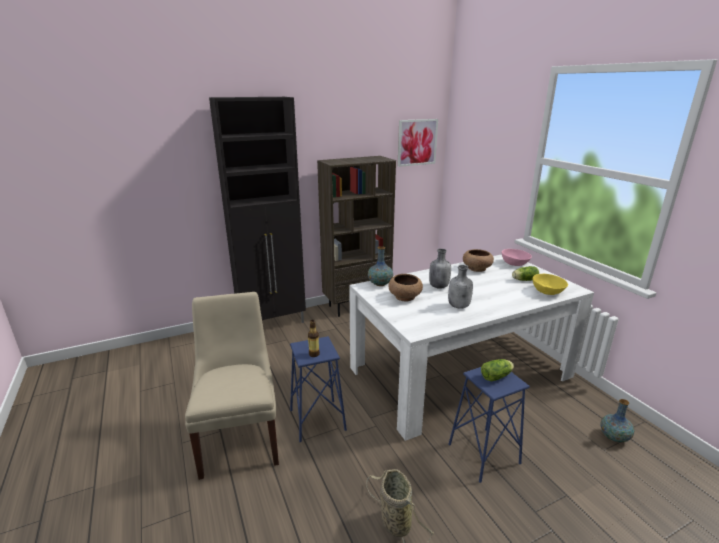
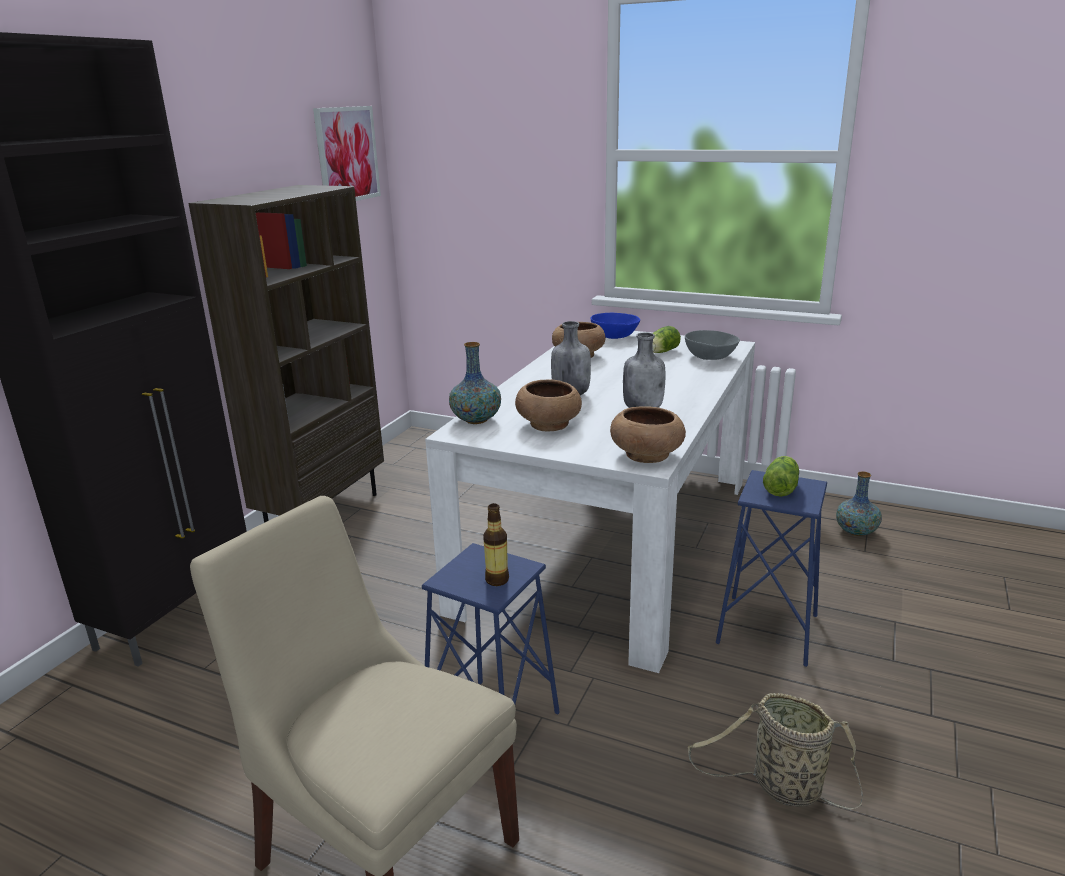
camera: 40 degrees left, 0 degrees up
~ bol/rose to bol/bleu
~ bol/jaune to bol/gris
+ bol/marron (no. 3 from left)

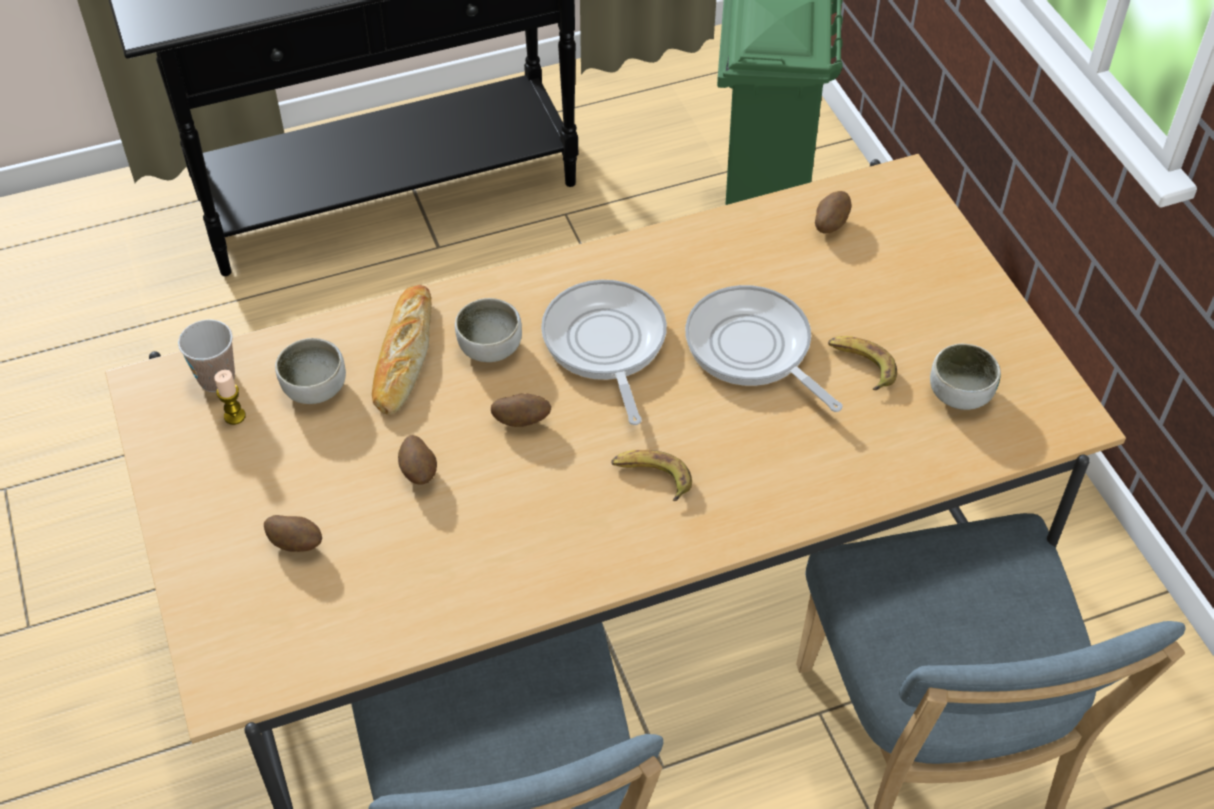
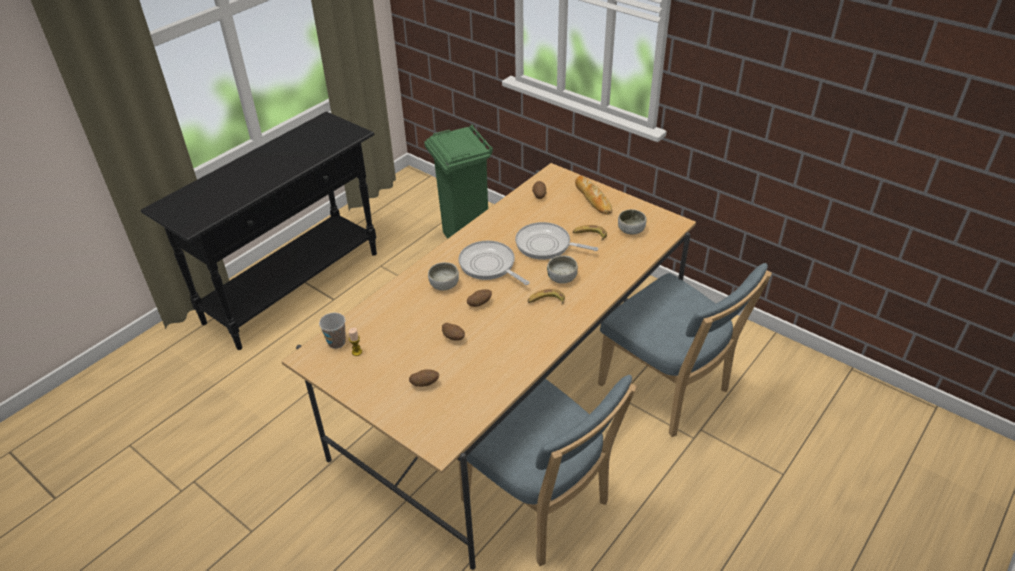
camera: 30 degrees left, 10 degrees down
~ pain
~ bol (no. 1 from left in the first image) to bol (no. 2 from left)

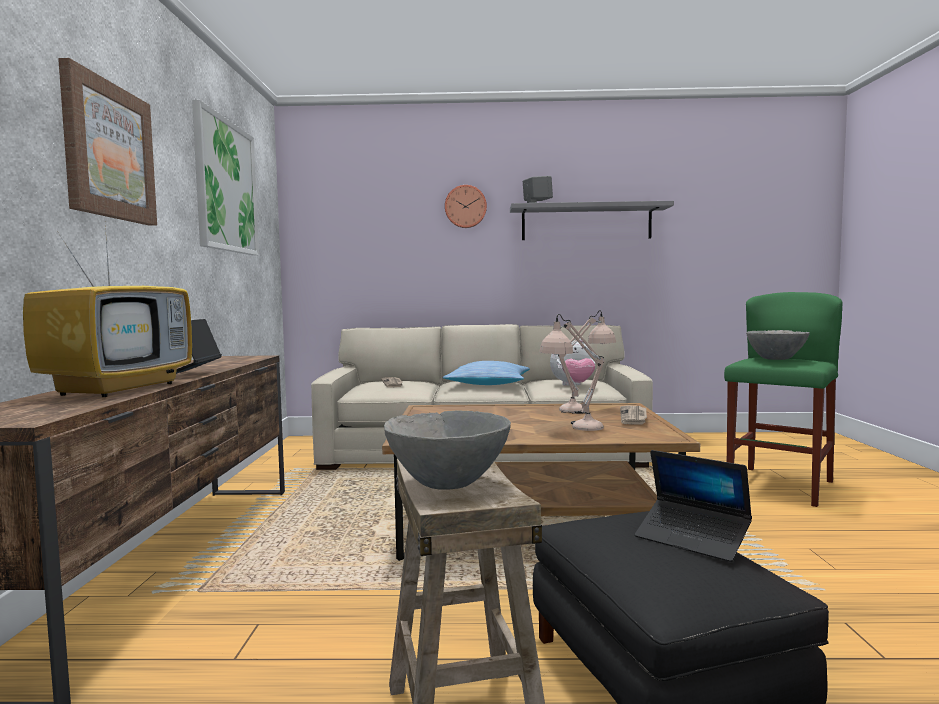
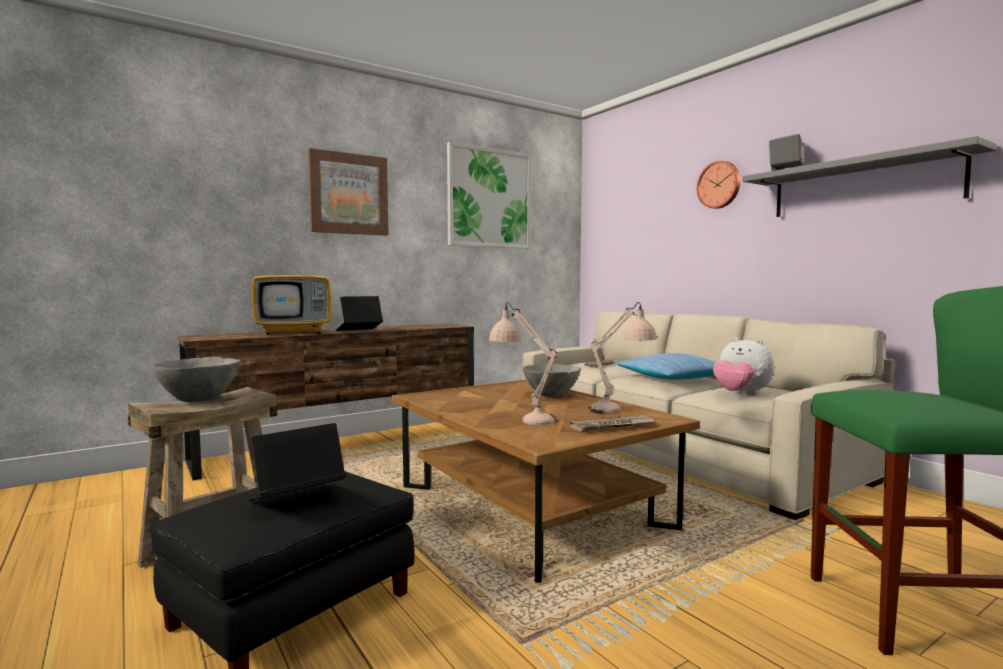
camera: 55 degrees right, 0 degrees up
~ bol/gris (no. 2 from left)
~ ordinateur portable (no. 2 from left in the first image) 45 degrees clockwise

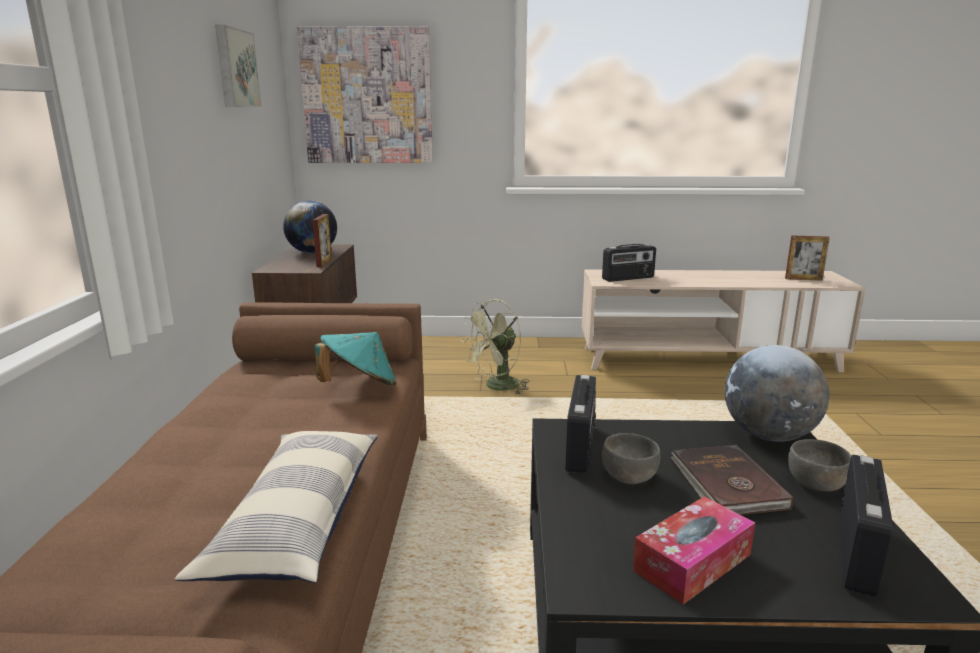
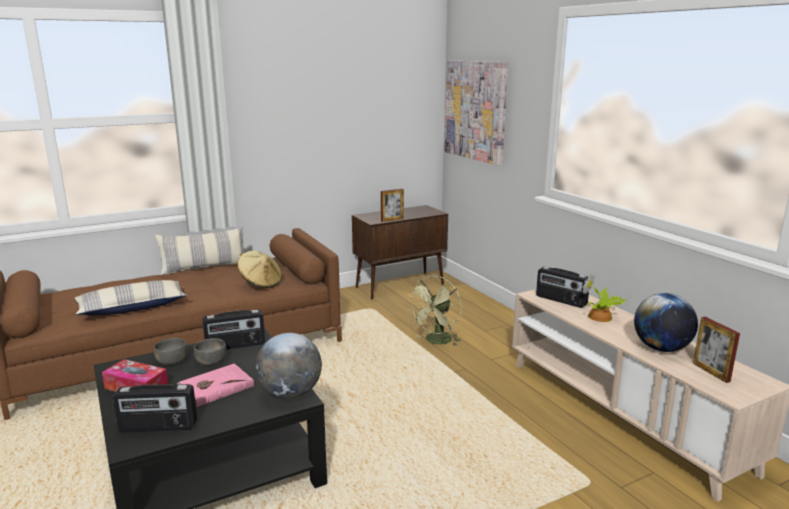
camera: 60 degrees right, 0 degrees up
- tableau (no. 1 from left)
~ globe (no. 1 from left in the first image) to globe (no. 2 from left)
~ ventilateur/vert 75 degrees counterclockwise
~ chapeau/turquoise to chapeau/beige
~ bol/gris (no. 2 from left in the first image) to bol/gris (no. 1 from left)
~ livre/marron to livre/rose
+ coussin (no. 2 from left)
+ plante en pot

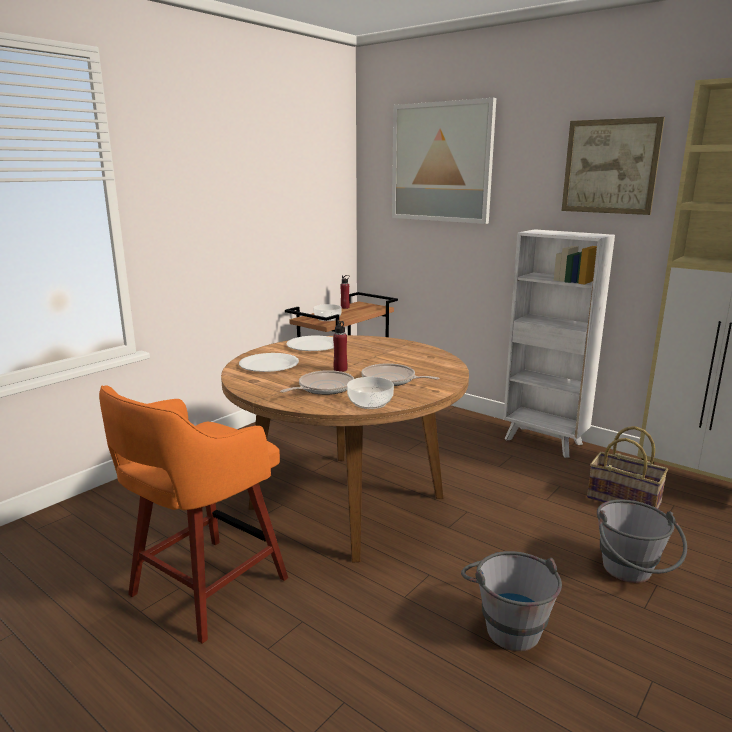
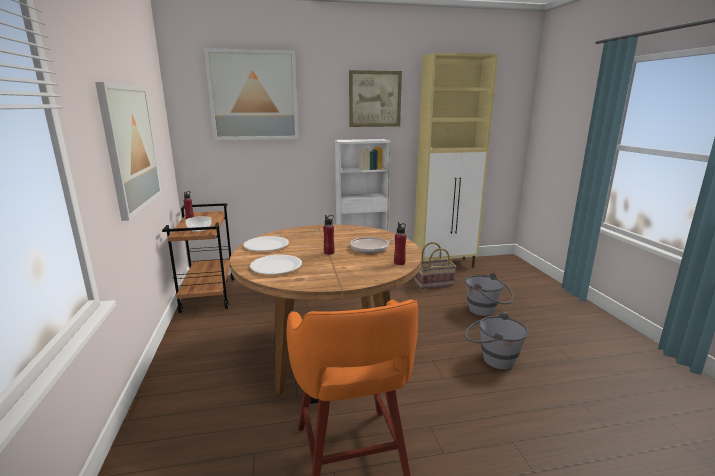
camera: 50 degrees left, 0 degrees up
- poêle (no. 1 from left)
~ bol (no. 2 from left) to bouteille/rouge (no. 3 from left)
+ tableau (no. 1 from left)

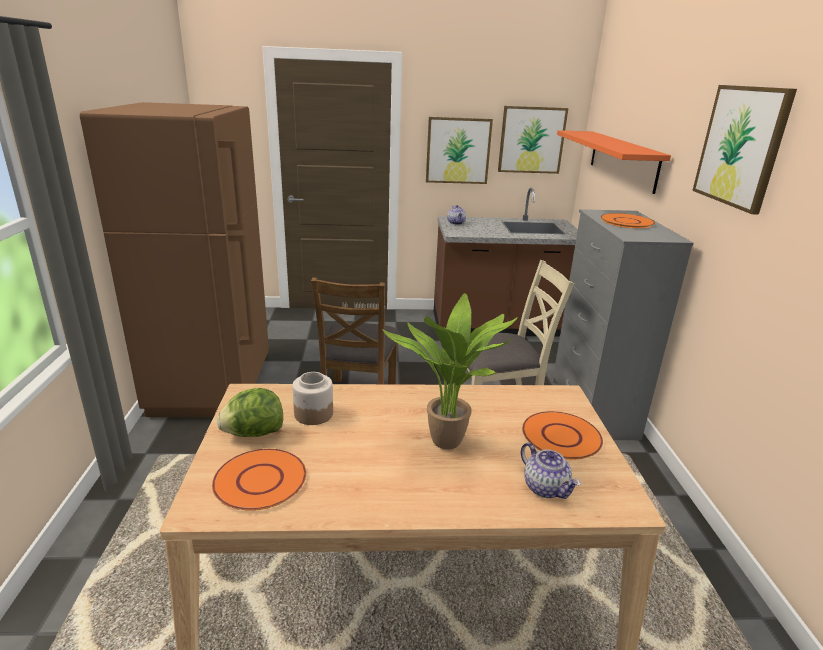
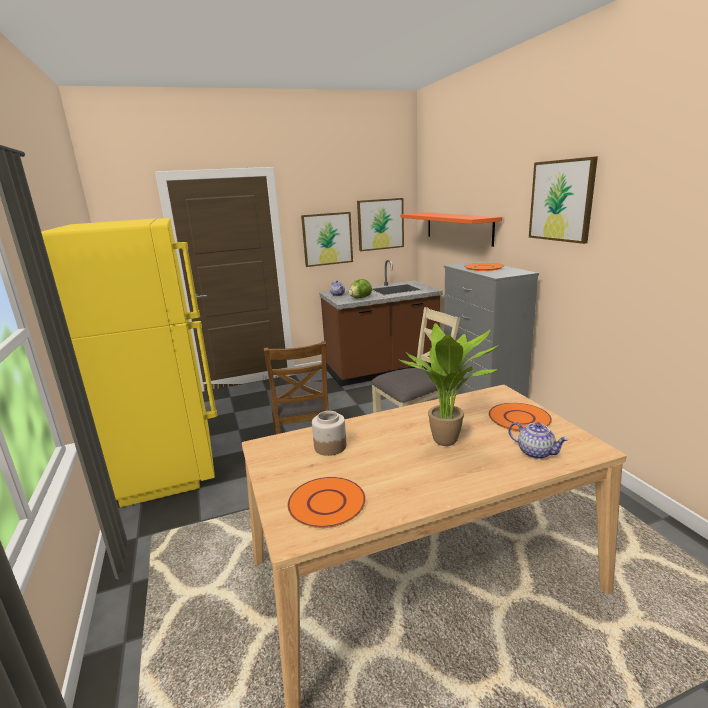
camera: 15 degrees left, 5 degrees down
~ réfrigérateur/marron to réfrigérateur/jaune
~ laitue

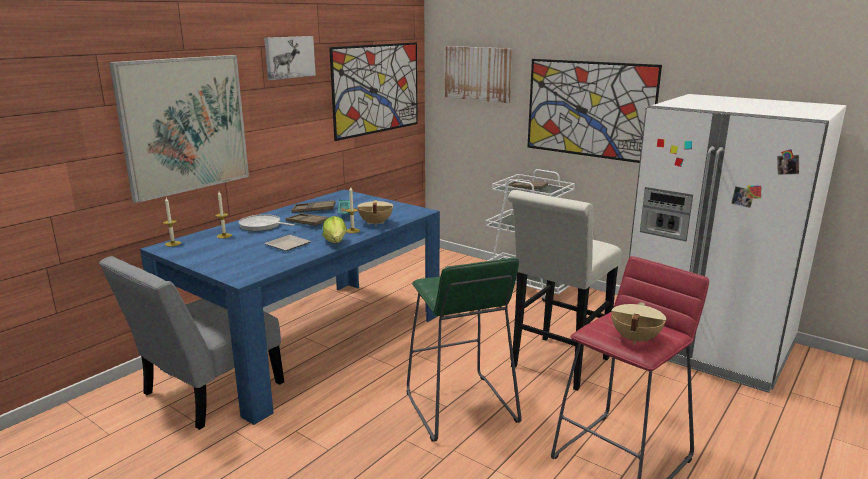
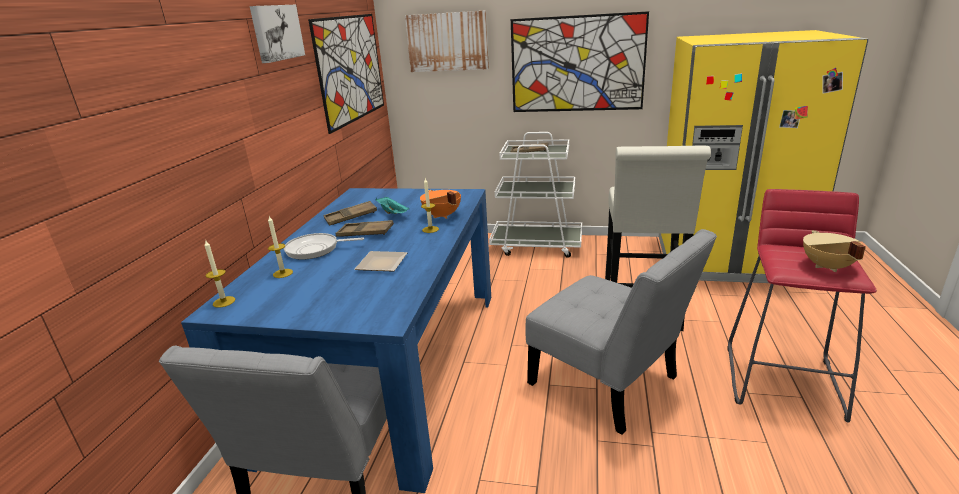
camera: 25 degrees left, 5 degrees up
- tableau (no. 1 from left)
~ réfrigérateur/blanc to réfrigérateur/jaune
~ marmite/beige (no. 1 from left) to marmite/orange
- laitue
~ tabouret/vert to chaise/gris (no. 2 from left)

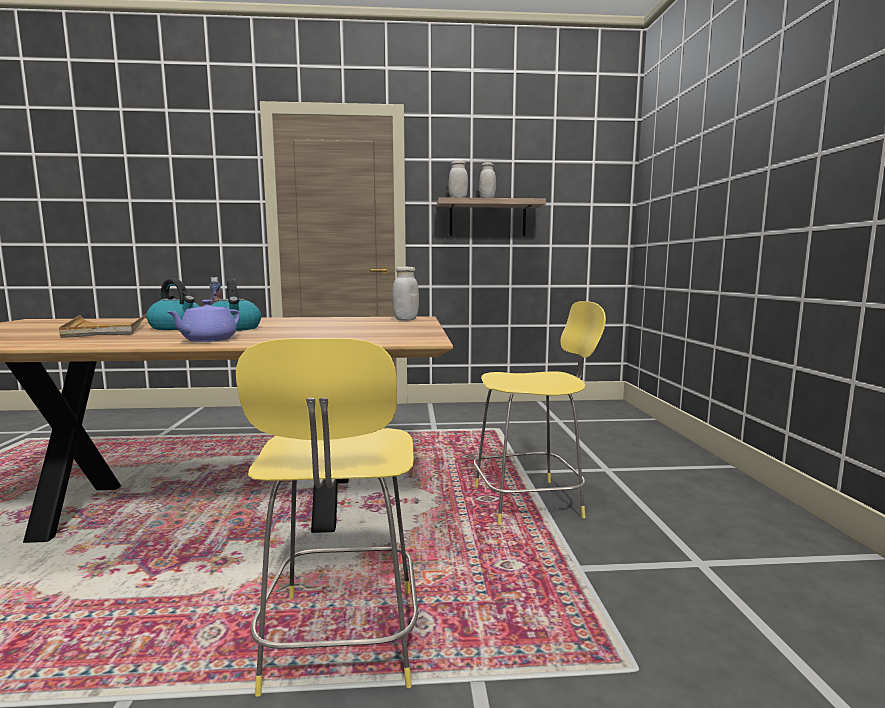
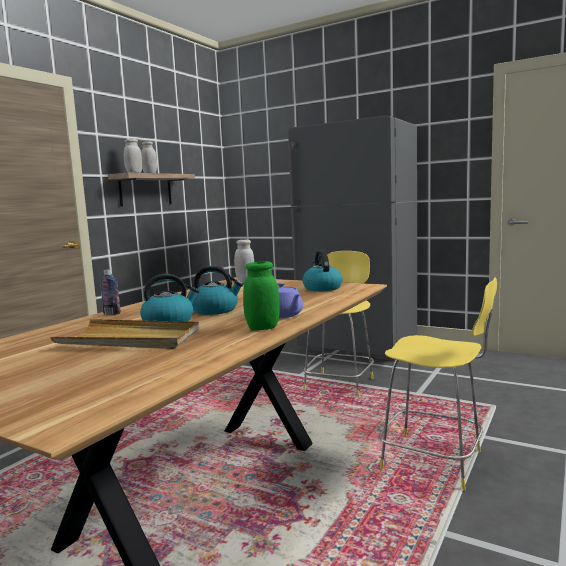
camera: 55 degrees left, 0 degrees up
+ réfrigérateur/gris
+ bouilloire (no. 3 from left)
+ bocal/vert

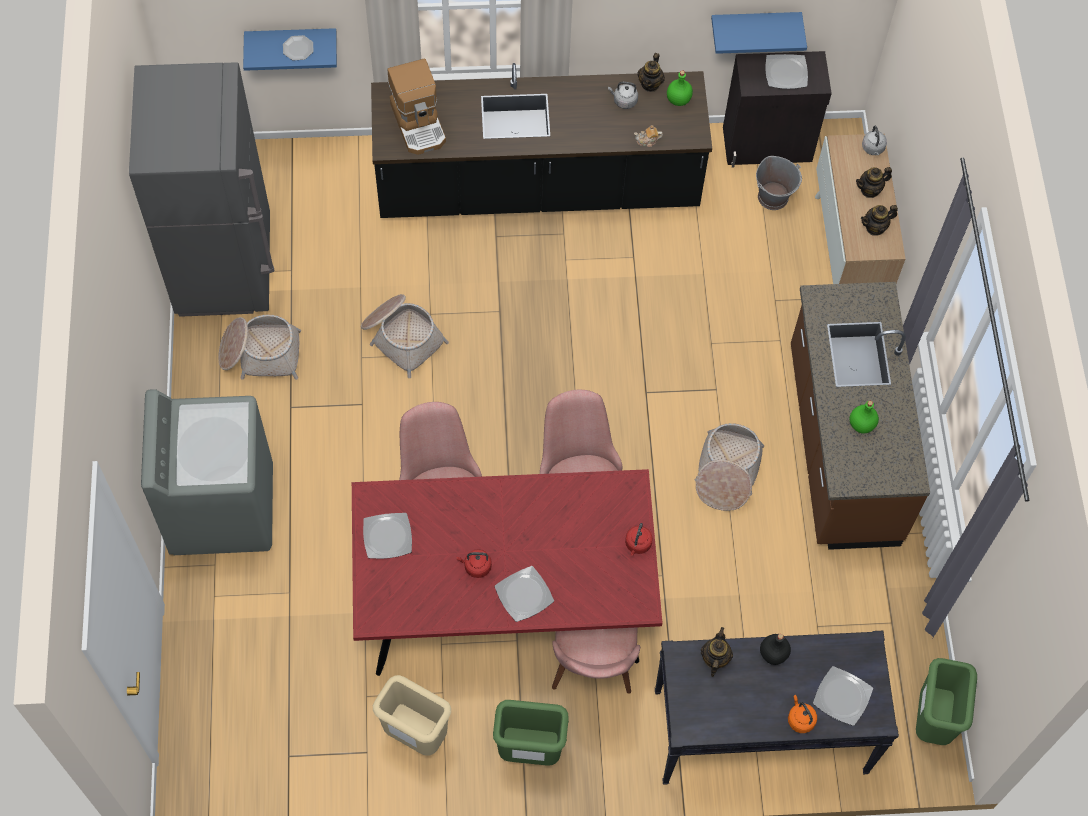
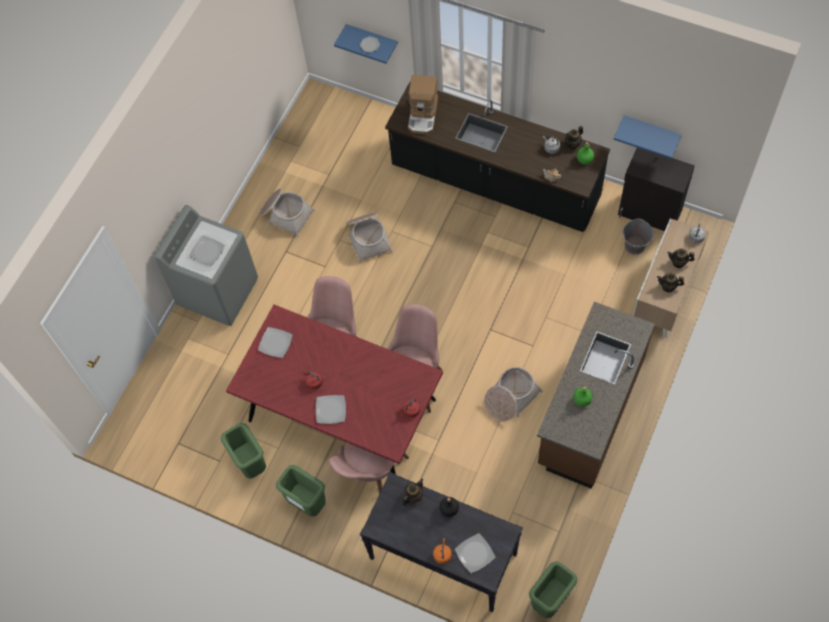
camera: 35 degrees right, 0 degrees up
~ assiette (no. 4 from left in the first image) to assiette (no. 1 from left)
- réfrigérateur/gris
~ poubelle/beige to poubelle/vert (no. 1 from left)

